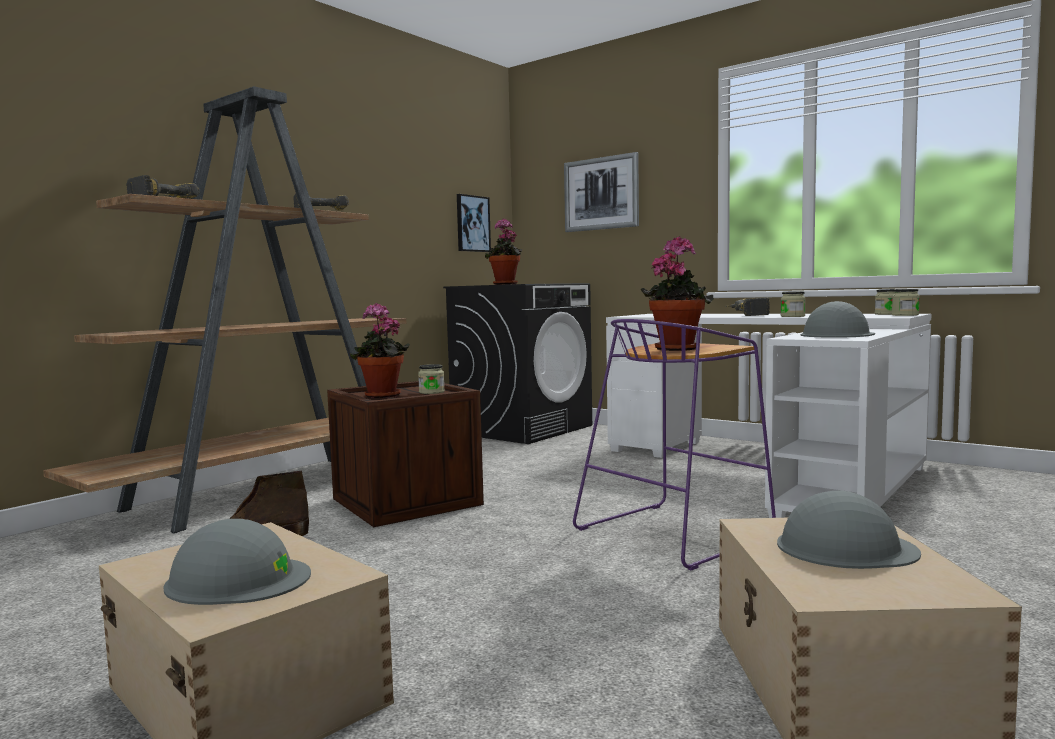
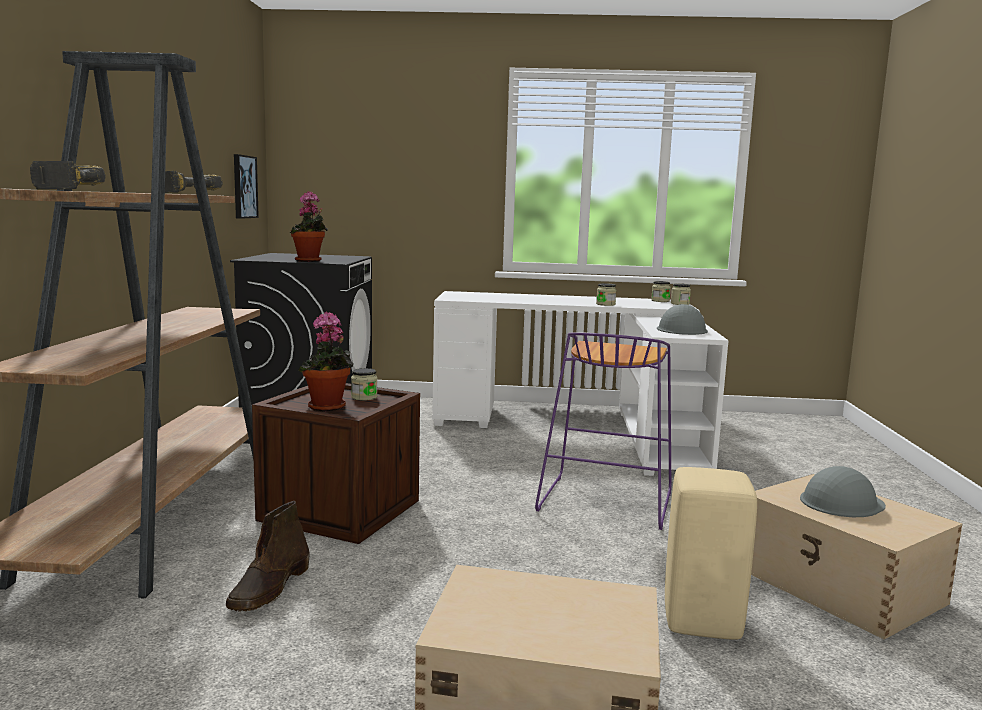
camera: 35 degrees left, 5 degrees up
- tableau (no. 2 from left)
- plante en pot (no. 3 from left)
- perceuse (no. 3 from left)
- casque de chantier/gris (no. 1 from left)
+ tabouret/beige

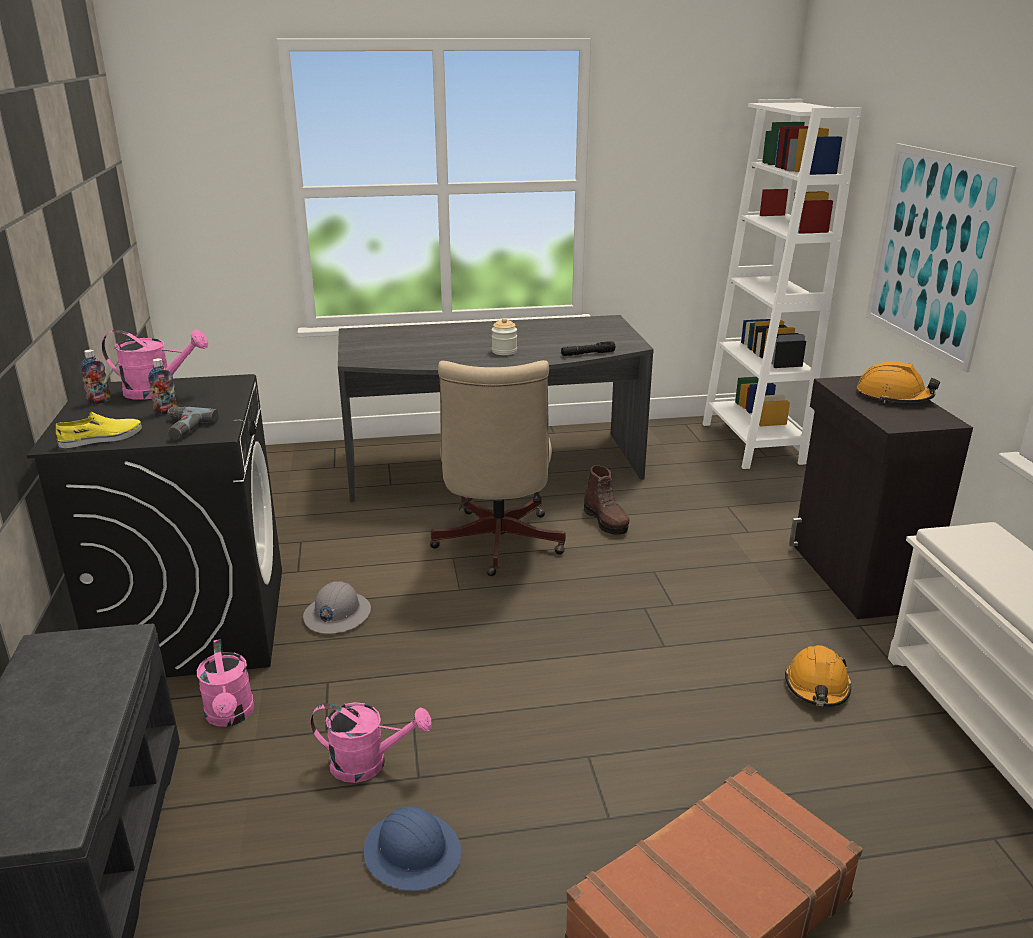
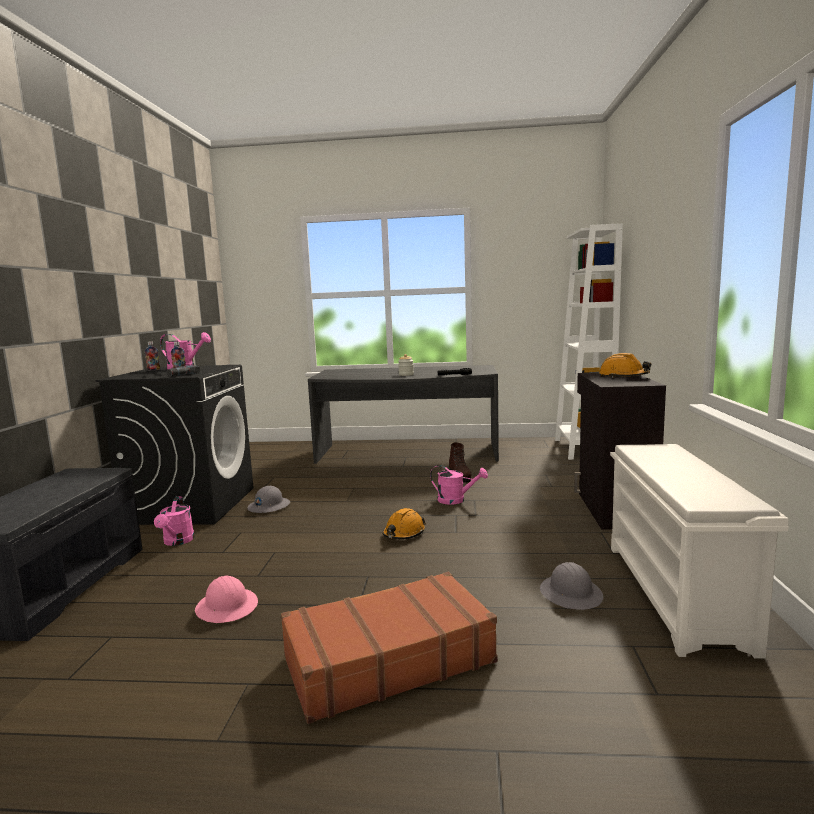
camera: 15 degrees right, 15 degrees down
- tableau
- chaise de bureau/beige
- chaussure/jaune
~ casque de chantier/orange (no. 1 from left)
~ arrosoir/rose (no. 3 from left)
~ casque de chantier/bleu to casque de chantier/rose
+ casque de chantier/gris (no. 2 from left)

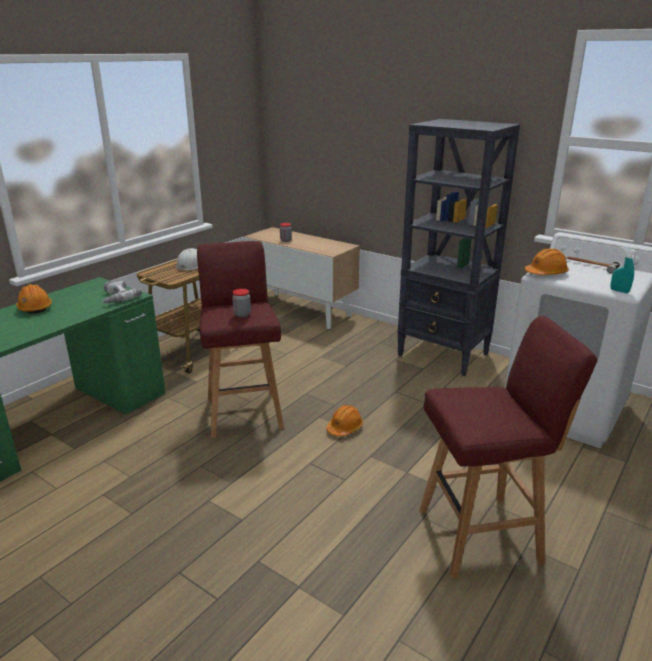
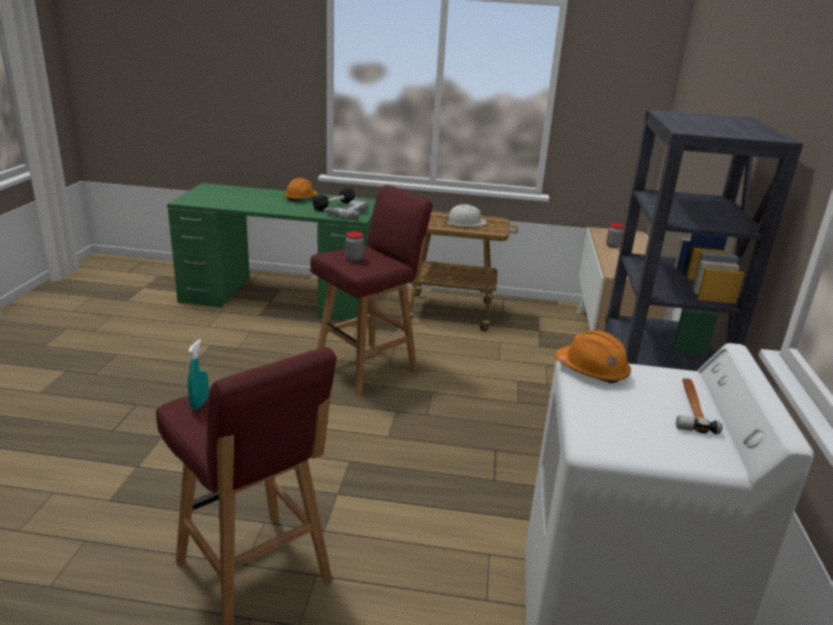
camera: 60 degrees right, 0 degrees up
~ vaporisateur/turquoise
- casque de chantier/orange (no. 2 from left)
+ haltère/noir

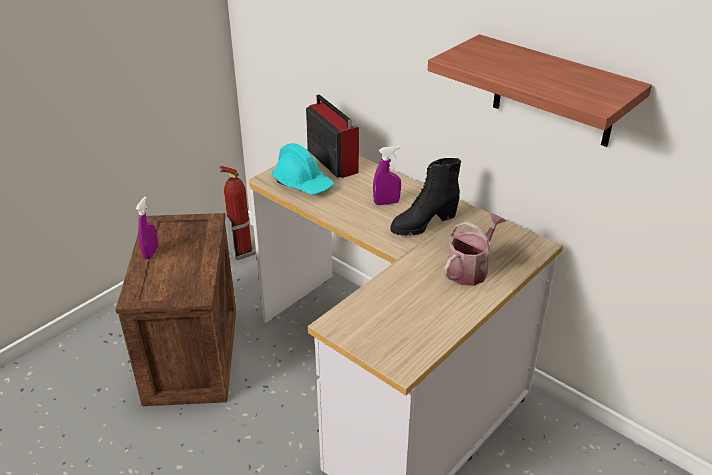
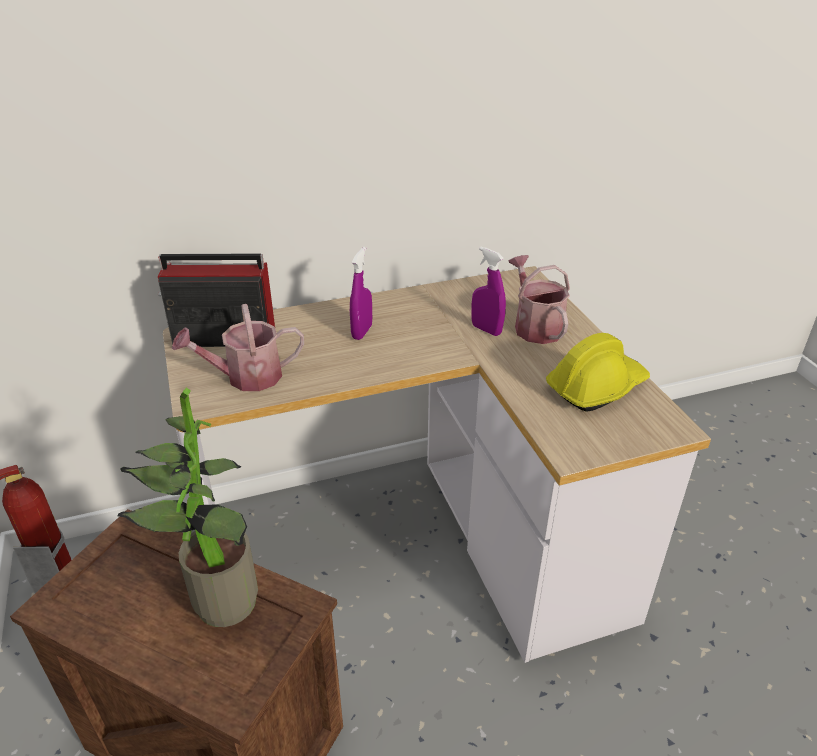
camera: 60 degrees left, 0 degrees up
- étagère
~ casque de chantier/turquoise to arrosoir (no. 1 from left)
- botte/noir
~ vaporisateur/violet (no. 1 from left in the first image) to vaporisateur/violet (no. 2 from left)
+ casque de chantier/jaune
+ plante en pot

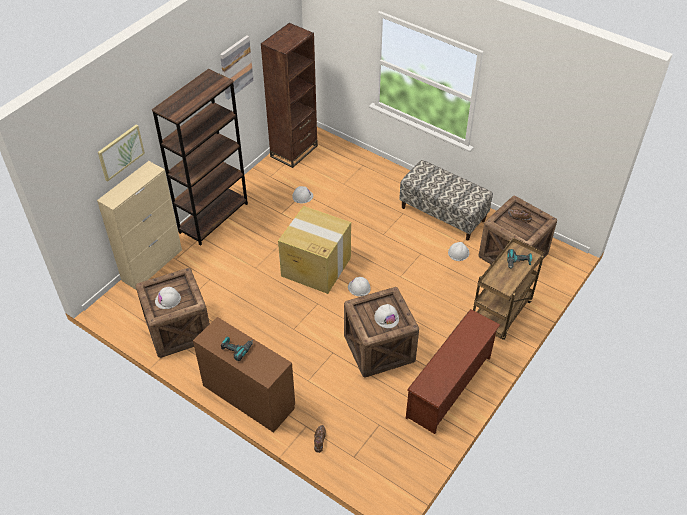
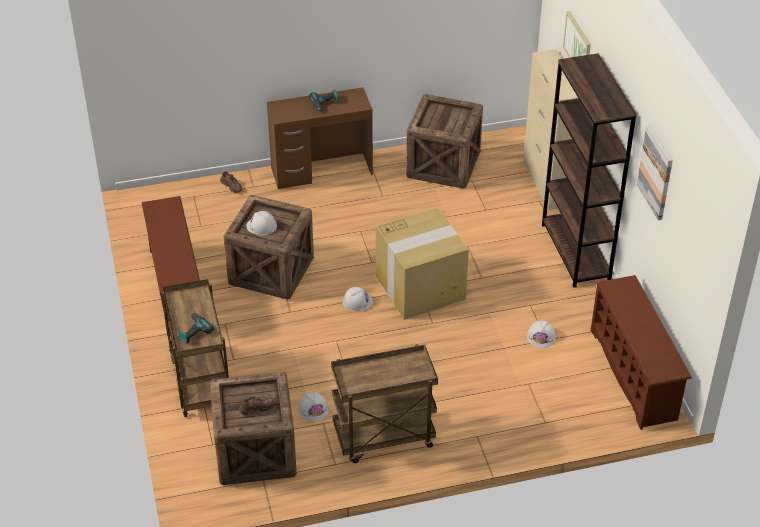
camera: 130 degrees right, 5 degrees down
~ bibliothèque/marron (no. 2 from left) to étagère à chaussures/marron (no. 2 from left)
~ banc to chariot/marron (no. 2 from left)
- casque de chantier/blanc (no. 1 from left)

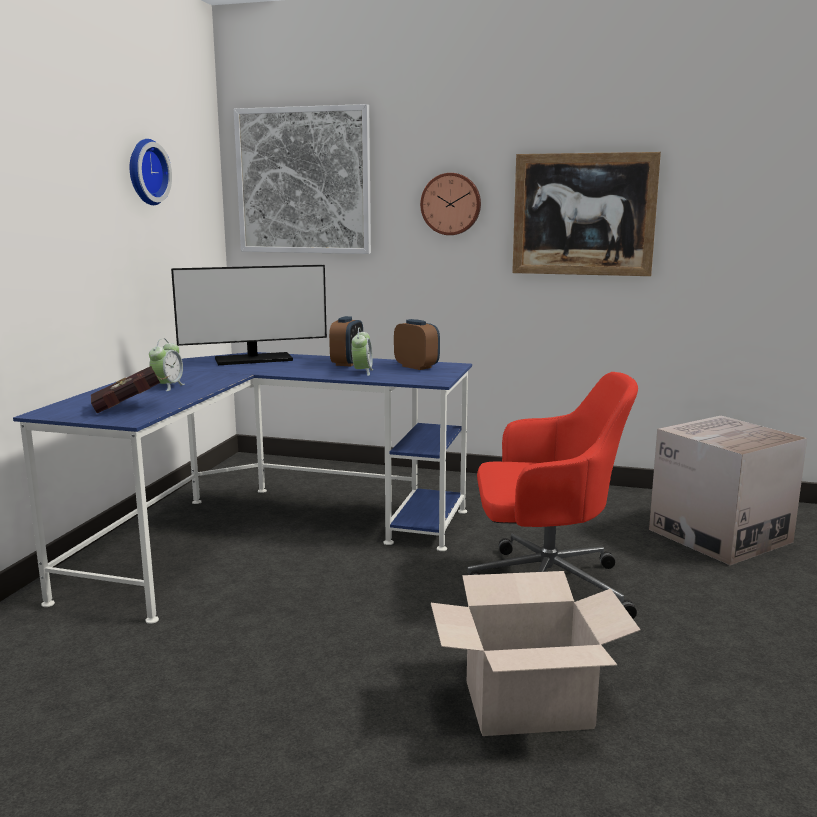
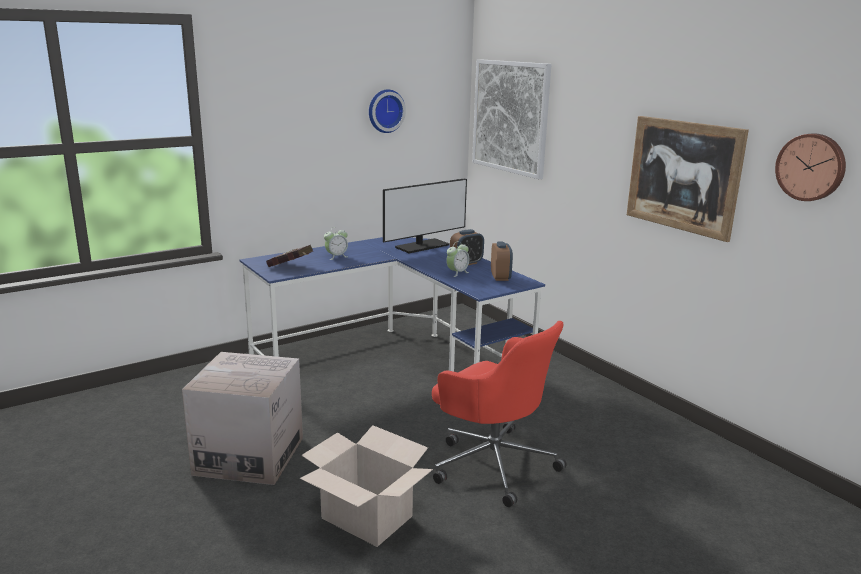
camera: 40 degrees right, 5 degrees up
~ horloge murale (no. 2 from left)
~ écran d'ordinateur 60 degrees counterclockwise
~ carton (no. 2 from left in the first image) to carton (no. 1 from left)

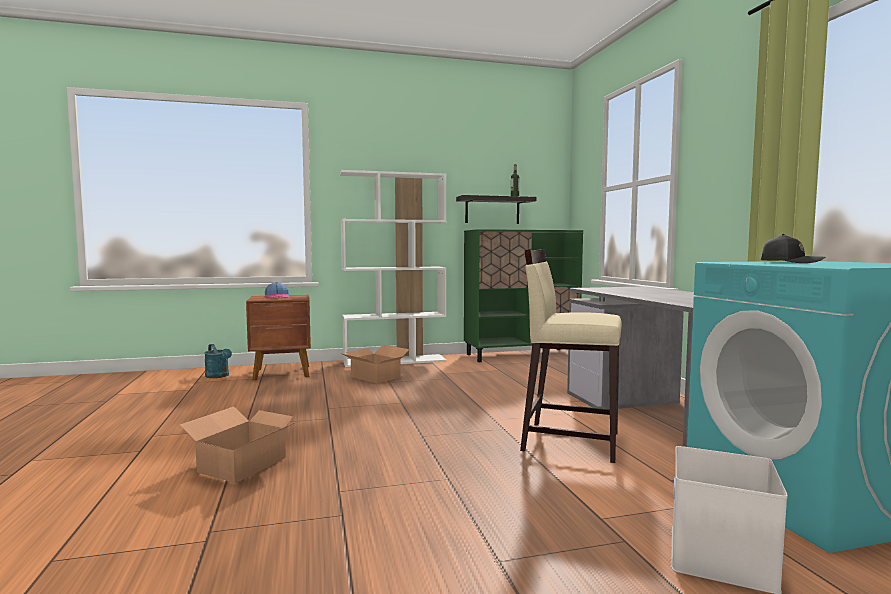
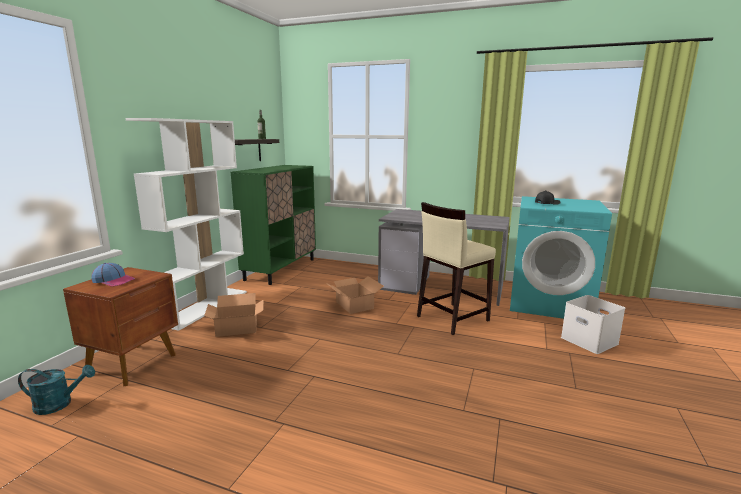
camera: 55 degrees left, 10 degrees up
~ carton (no. 1 from left in the first image) to carton (no. 2 from left)

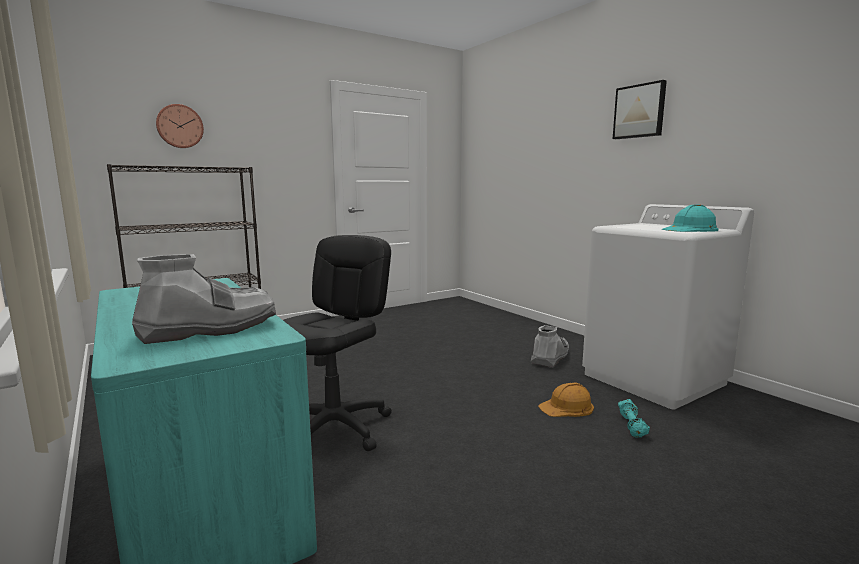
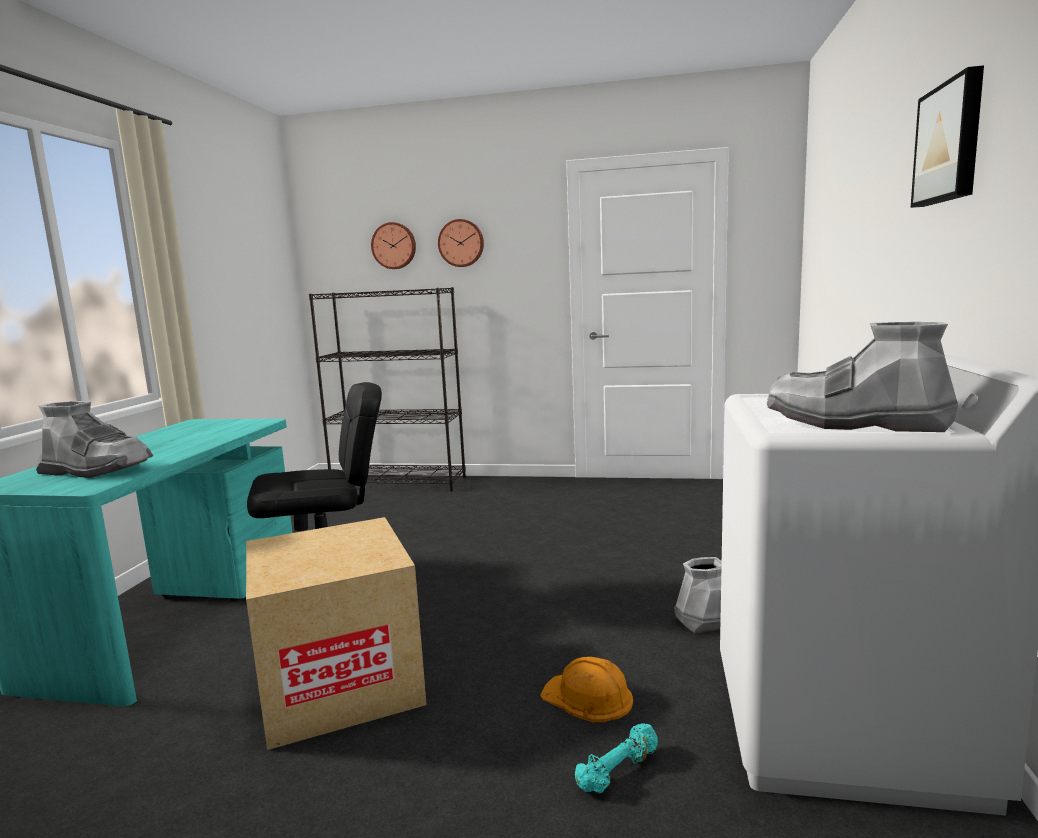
camera: 45 degrees right, 0 degrees up
~ casque de chantier/turquoise to botte/gris (no. 3 from left)
+ horloge murale (no. 2 from left)
+ carton

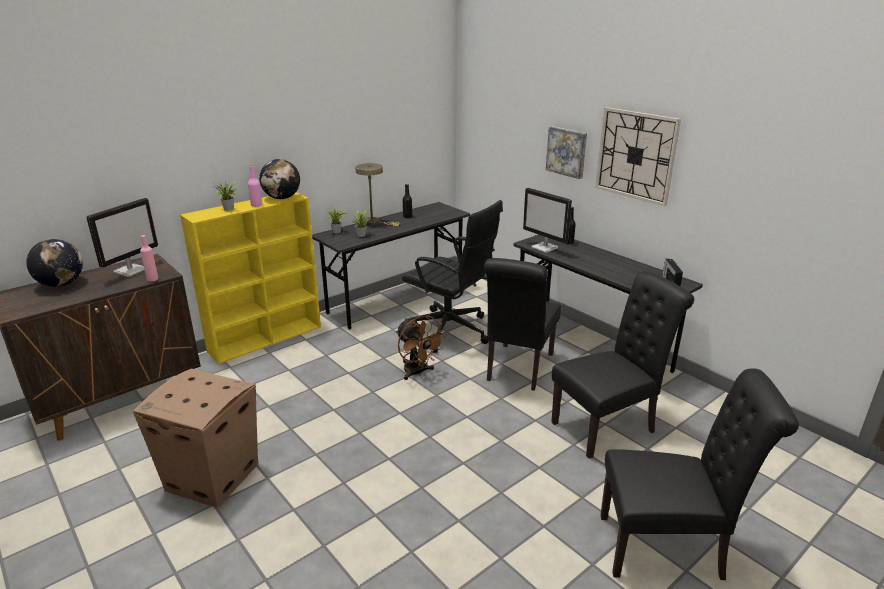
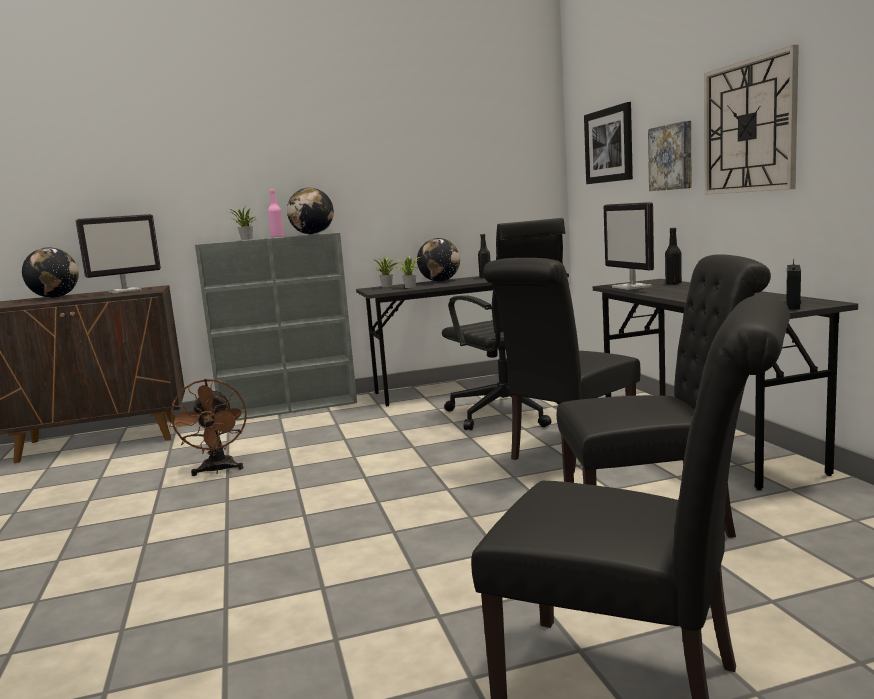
camera: 25 degrees right, 15 degrees down
~ lampe de table/beige to globe (no. 3 from left)
~ bibliothèque/jaune to bibliothèque/gris
- bouteille/rose (no. 1 from left)
~ ventilateur/marron
- carton
+ tableau (no. 1 from left)

